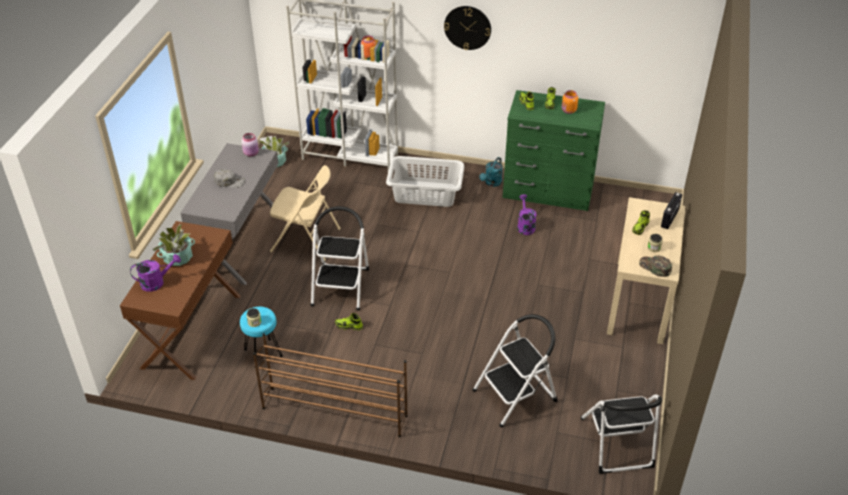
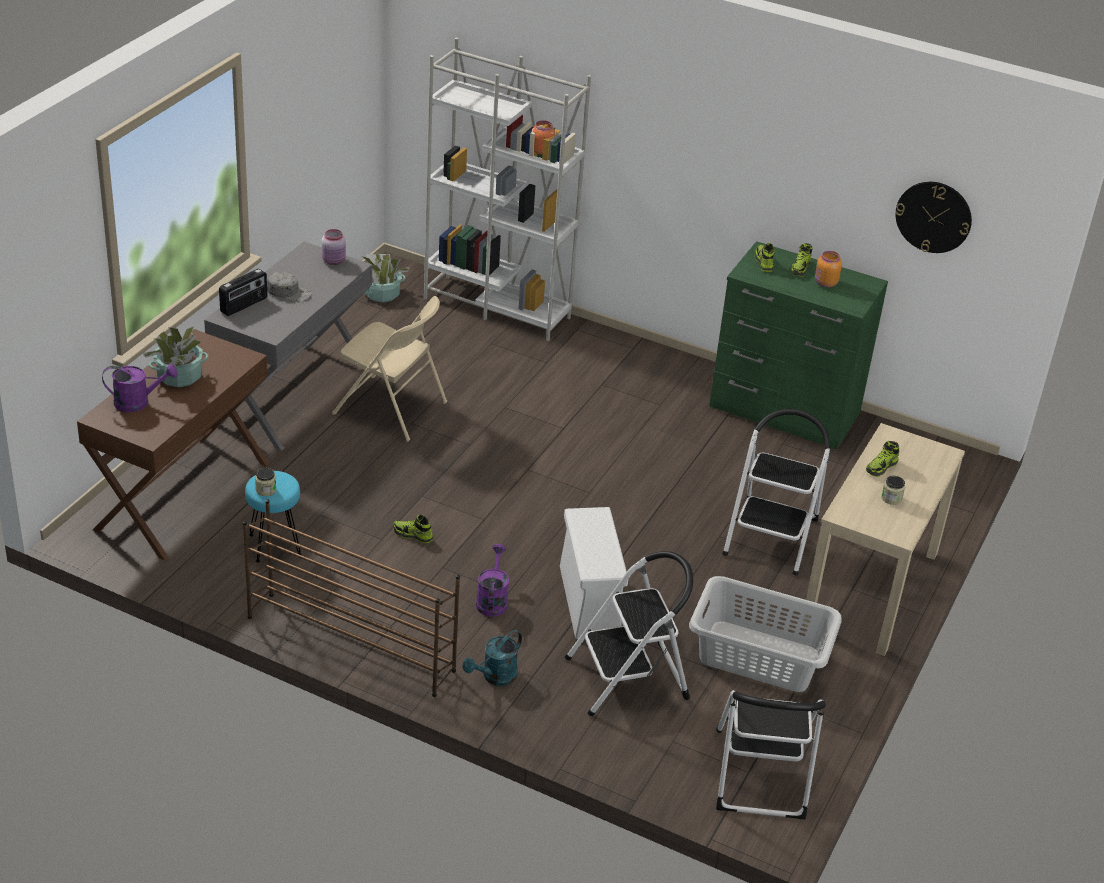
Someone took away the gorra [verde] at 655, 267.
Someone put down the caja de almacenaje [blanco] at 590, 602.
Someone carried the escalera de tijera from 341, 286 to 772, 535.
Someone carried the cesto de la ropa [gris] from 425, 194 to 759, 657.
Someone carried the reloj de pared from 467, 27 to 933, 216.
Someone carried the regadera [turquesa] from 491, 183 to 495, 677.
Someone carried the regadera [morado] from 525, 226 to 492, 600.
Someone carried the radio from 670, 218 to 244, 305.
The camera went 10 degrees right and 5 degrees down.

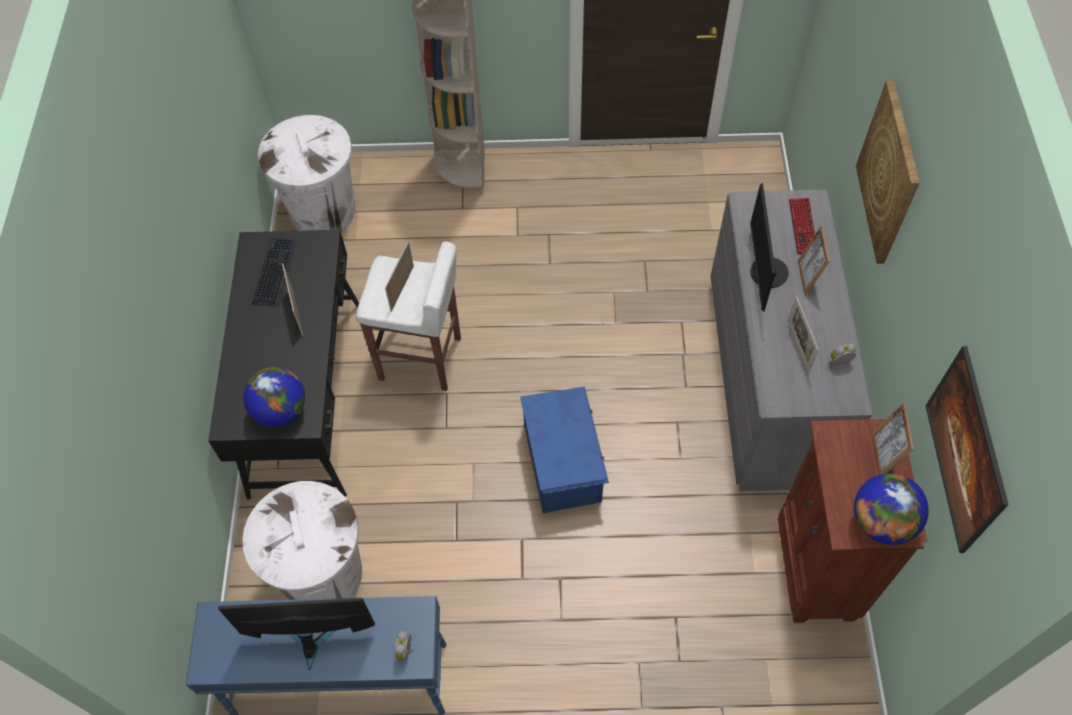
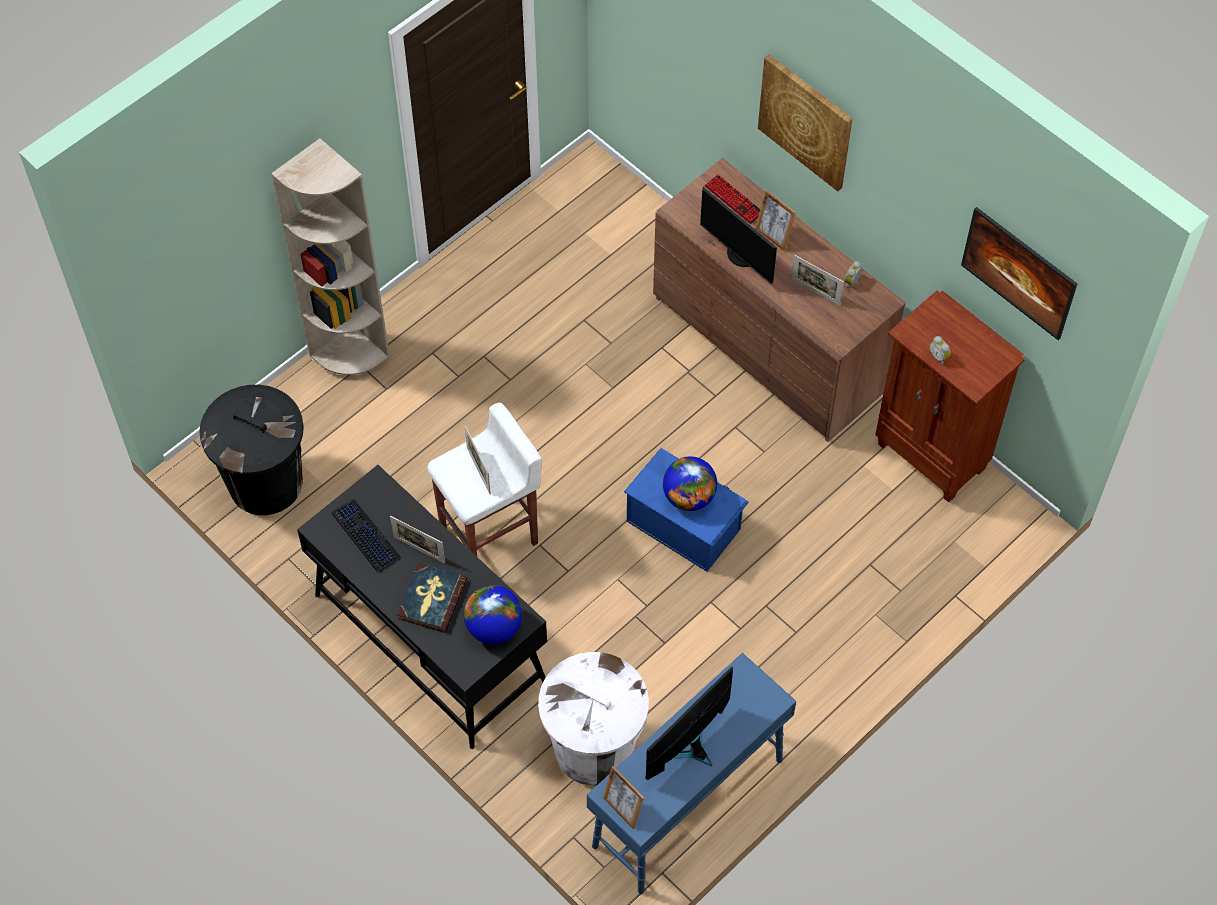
Someone put down the libro at 431, 599.
Someone carried the despertador from 406, 650 to 939, 356.
Someone carried the globo terráqueo from 881, 522 to 689, 497.
Someone carried the portarretratos from 883, 455 to 622, 809.
Someone repainted the papelera [blanco] at 323, 211, which became the papelera [negro] at 265, 482.
Someone repainted the cómoda [gris] at 767, 380, which became the cómoda [marrón] at 769, 344.
The camera went 45 degrees left and 0 degrees up.

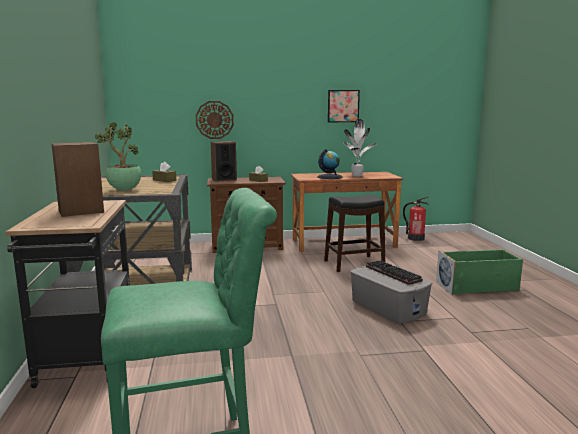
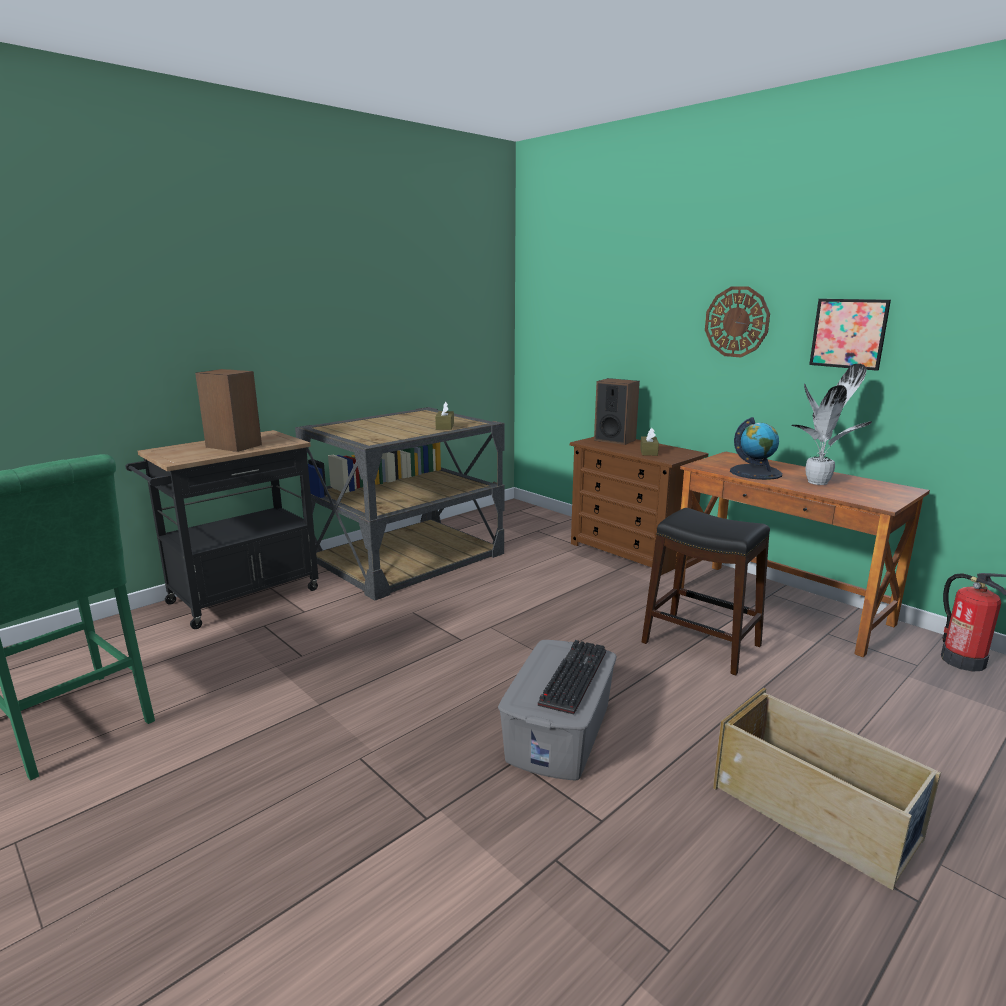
Someone took away the planta en maceta at 124, 190.
Someone carried the reloj de pared from 214, 120 to 737, 322.
Someone repainted the caja de almacenaje [verde] at 477, 286, which became the caja de almacenaje [beis] at 815, 813.
The camera went 55 degrees right and 5 degrees up.

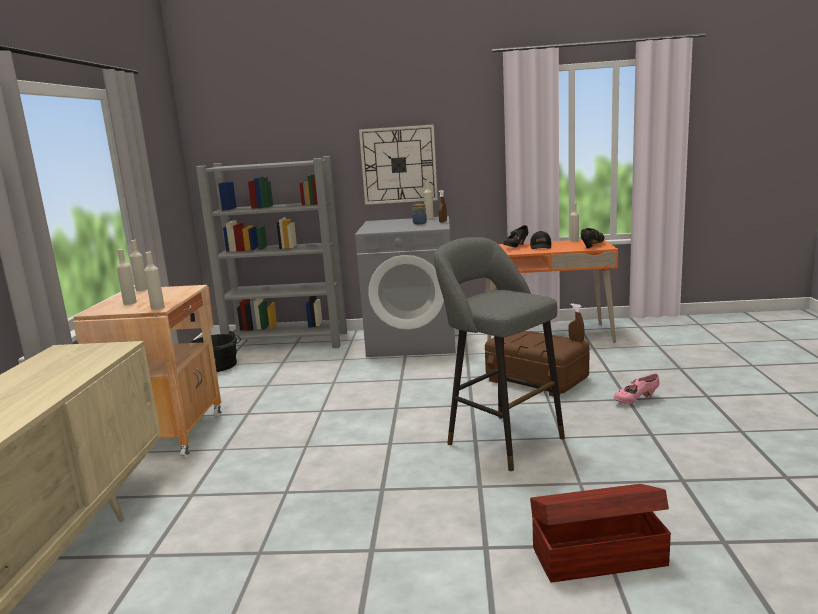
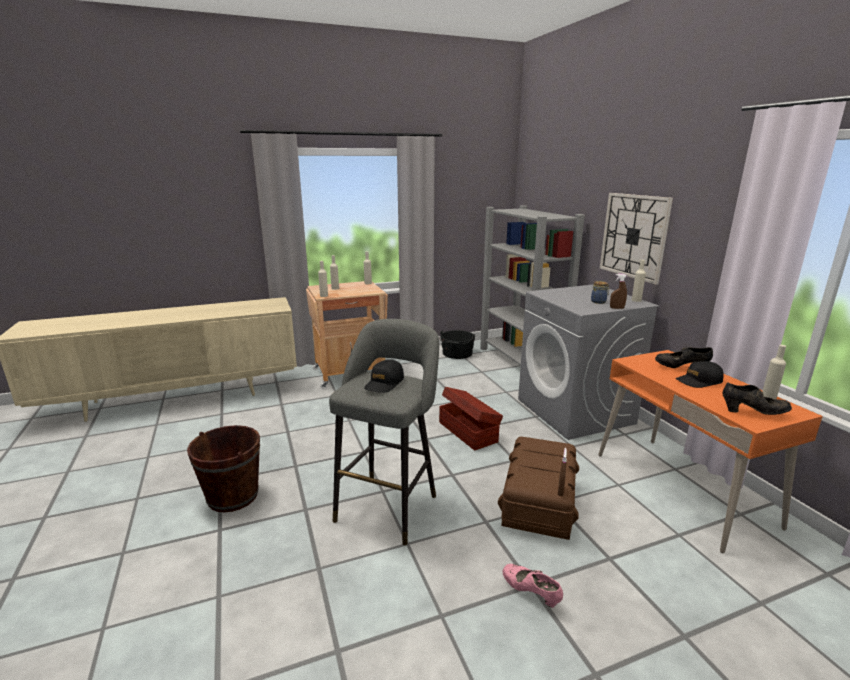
Someone put down the cubo [marrón] at 233, 496.
Someone put down the gorra [negro] at 384, 383.
Someone carried the caja de almacenaje [marrón] from 596, 555 to 468, 431.
The camera went 65 degrees right and 5 degrees up.

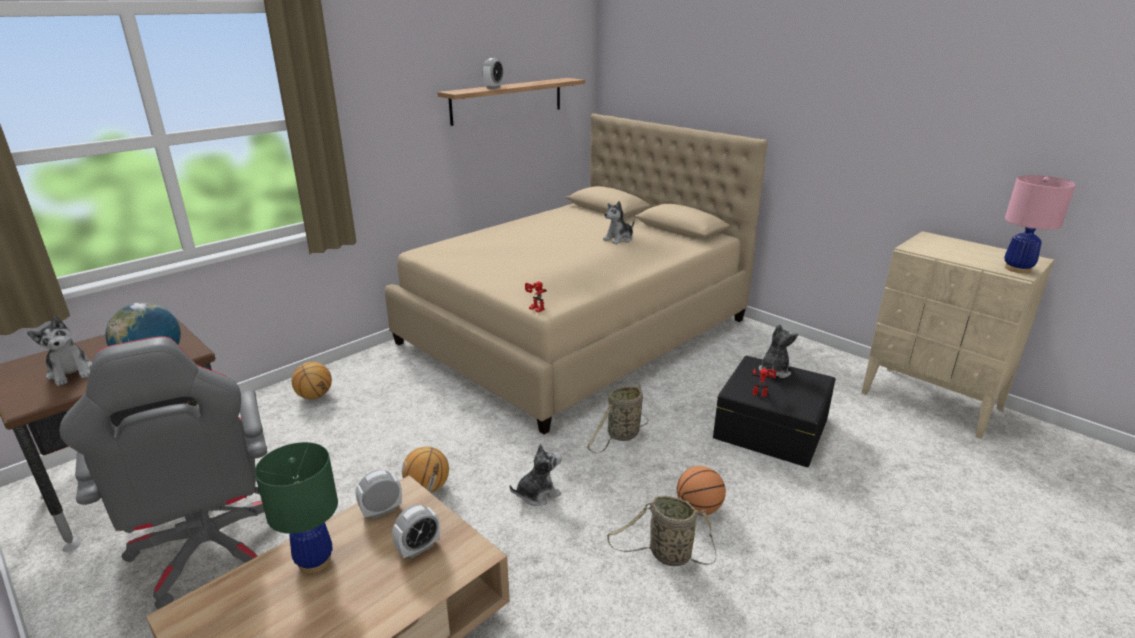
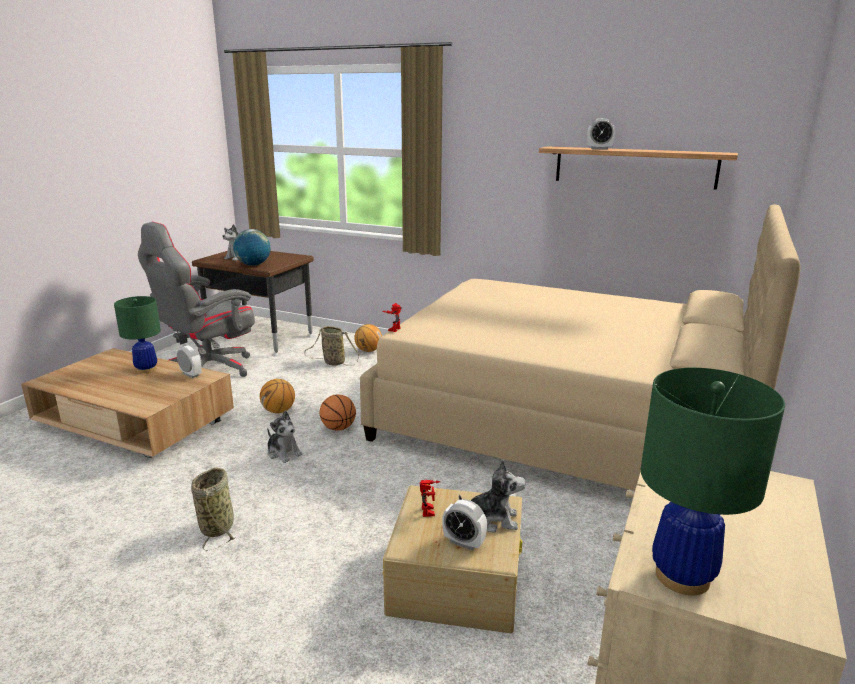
Someone took away the peluche at 619, 239.
Someone carried the despertador from 418, 548 to 464, 542.
Someone carried the cesta from 621, 436 to 332, 362.
Someone carried the balón de baloncesto from 698, 509 to 338, 428.
Someone repainted the caja de almacenaje [negro] at 770, 427, which became the caja de almacenaje [beis] at 456, 578.
Someone repainted the lámpara de mesa [rosa] at 1017, 269, which became the lámpara de mesa [verde] at 682, 576.
The camera went 70 degrees right and 5 degrees down.

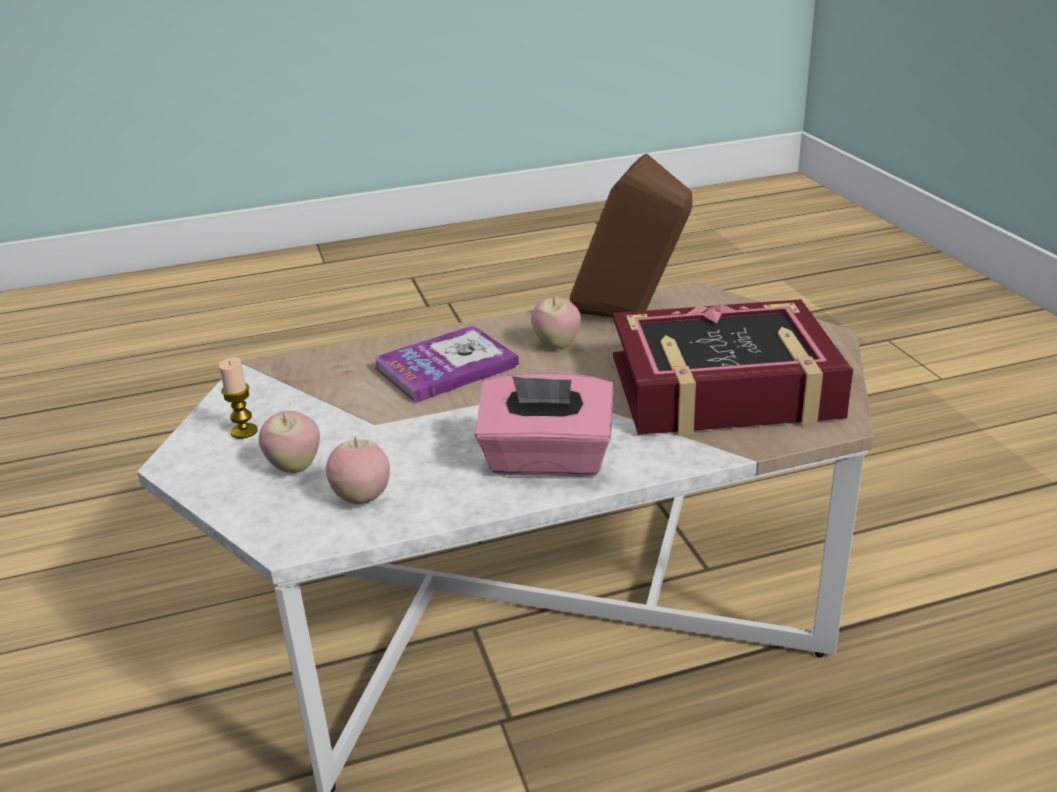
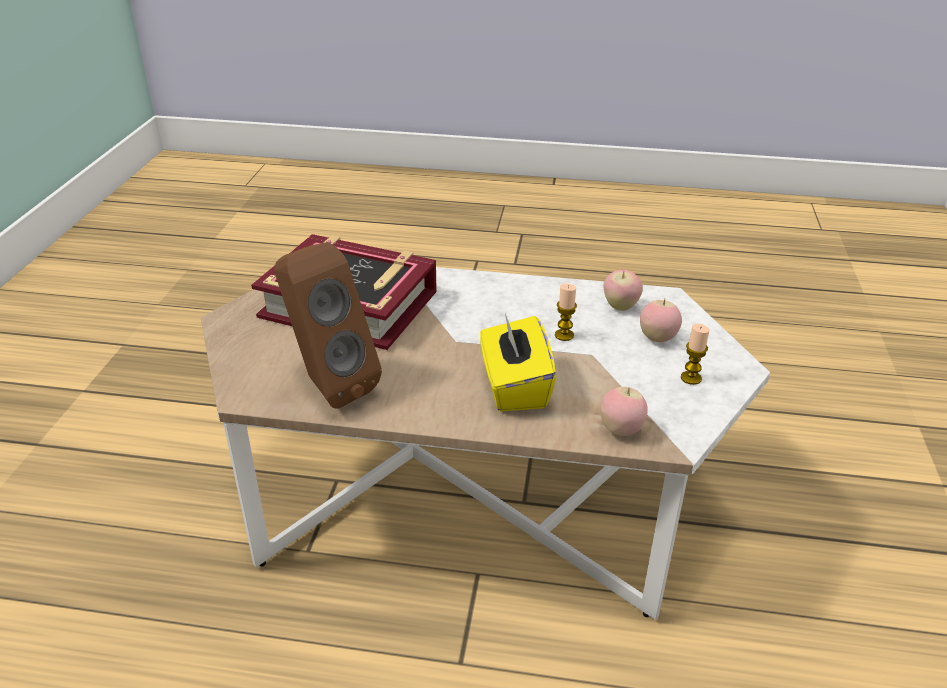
Someone took away the caja de pañuelos [rosa] at 546, 460.
Someone put down the vela at 564, 335.
Someone carried the manzana from 556, 345 to 621, 430.
Someone swapped the libro at 446, 367 for the caja de pañuelos [amarillo] at 514, 387.
The camera went 155 degrees left and 5 degrees up.

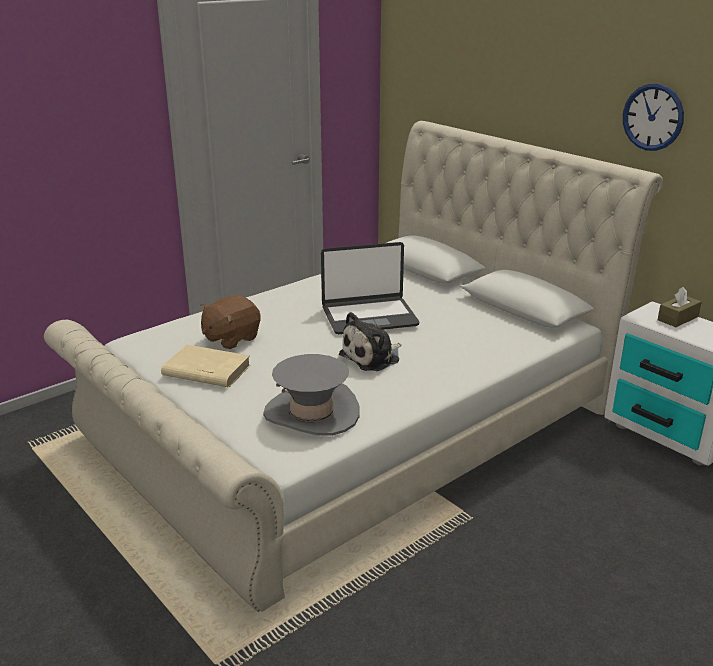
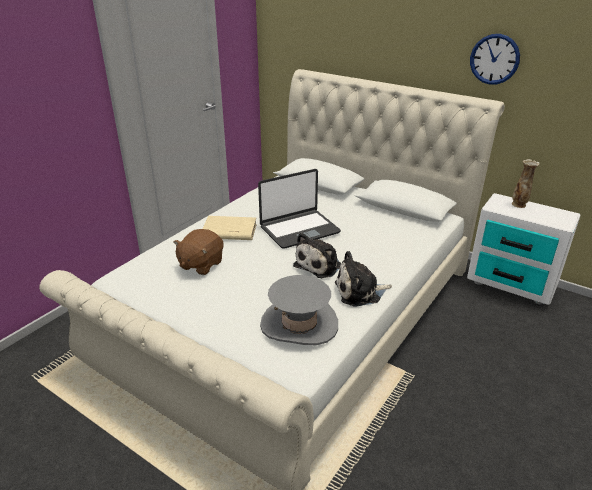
Someone put down the peluche at 360, 292.
Someone carried the libro [beis] from 206, 371 to 229, 231.
Someone swapped the caja de pañuelos [marrón] at 677, 318 for the florero at 519, 205.
The camera went 15 degrees left and 5 degrees up.

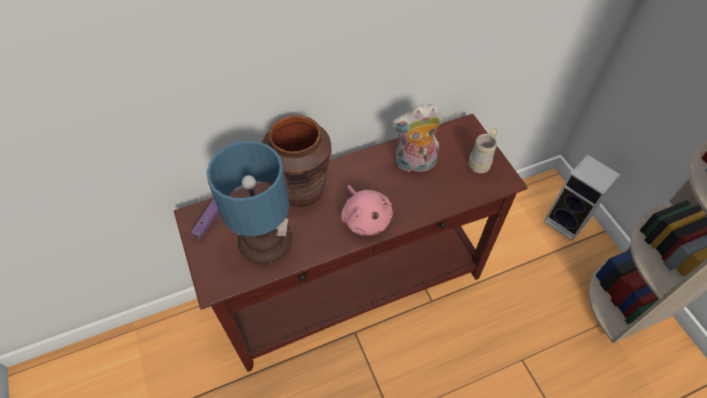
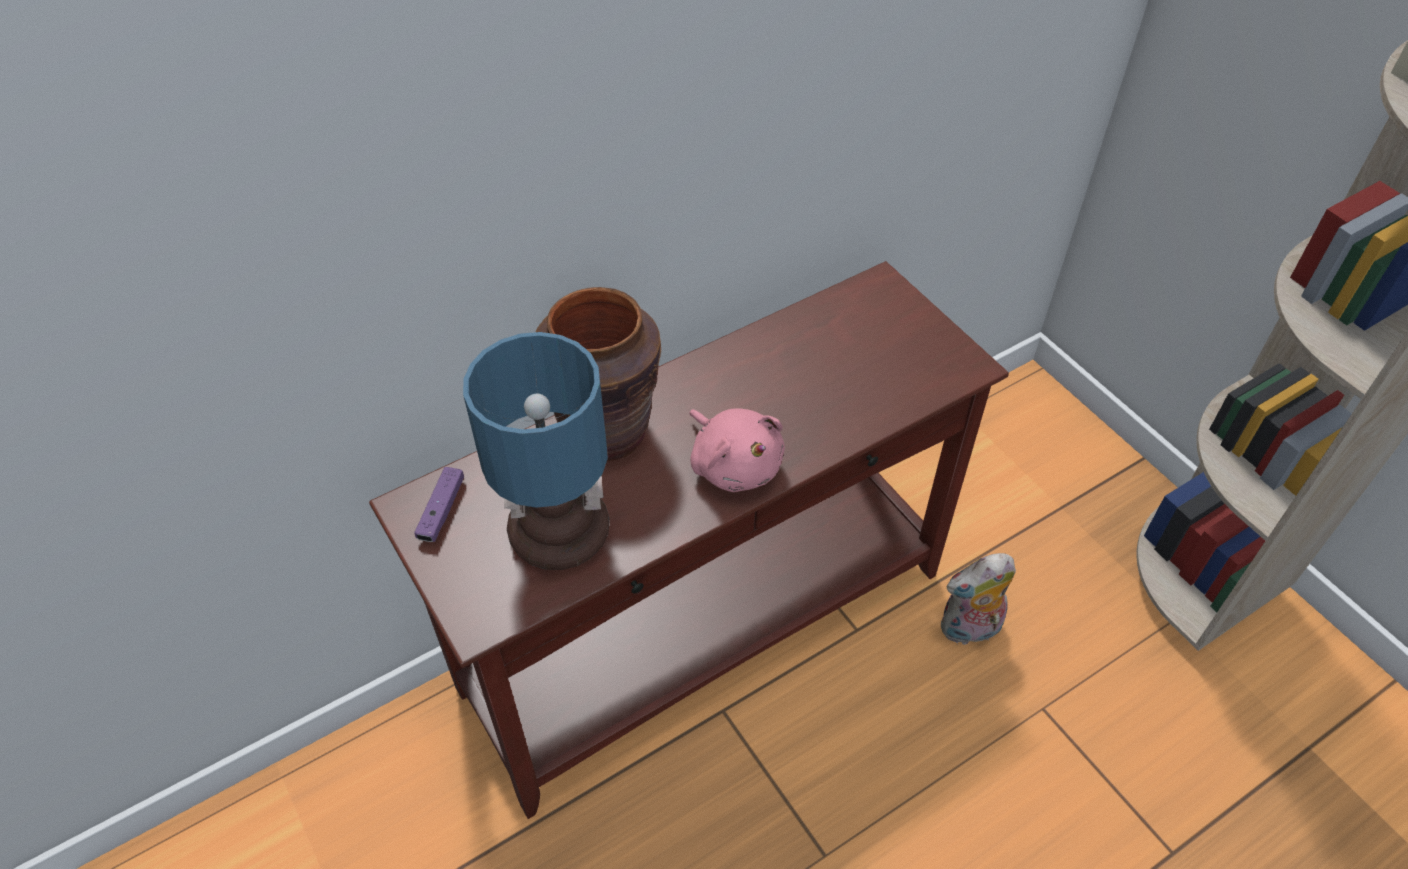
Someone took away the taza grande [beis] at 481, 162.
Someone took away the altavoz at 567, 222.
Someone carried the peluche from 414, 164 to 969, 630.
The camera went 10 degrees left and 5 degrees down.

